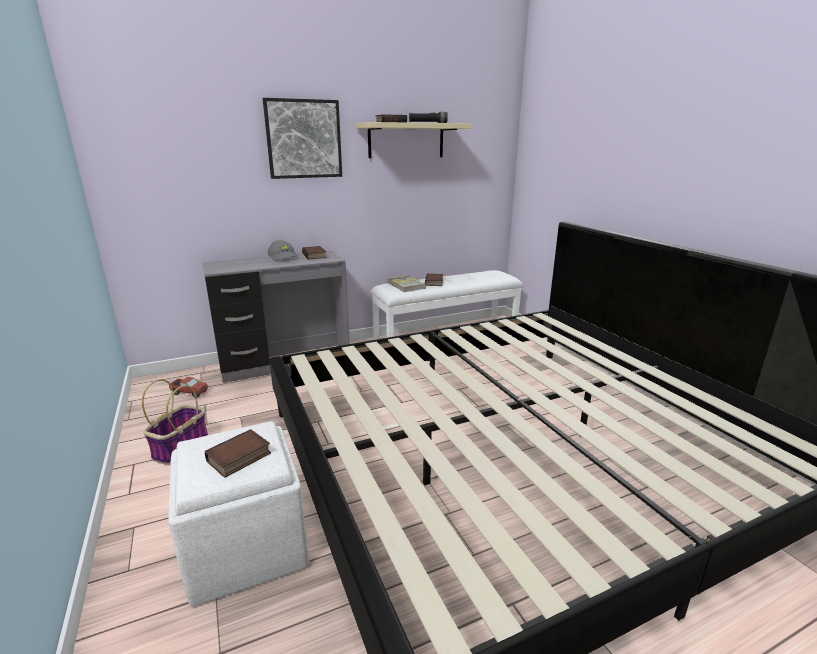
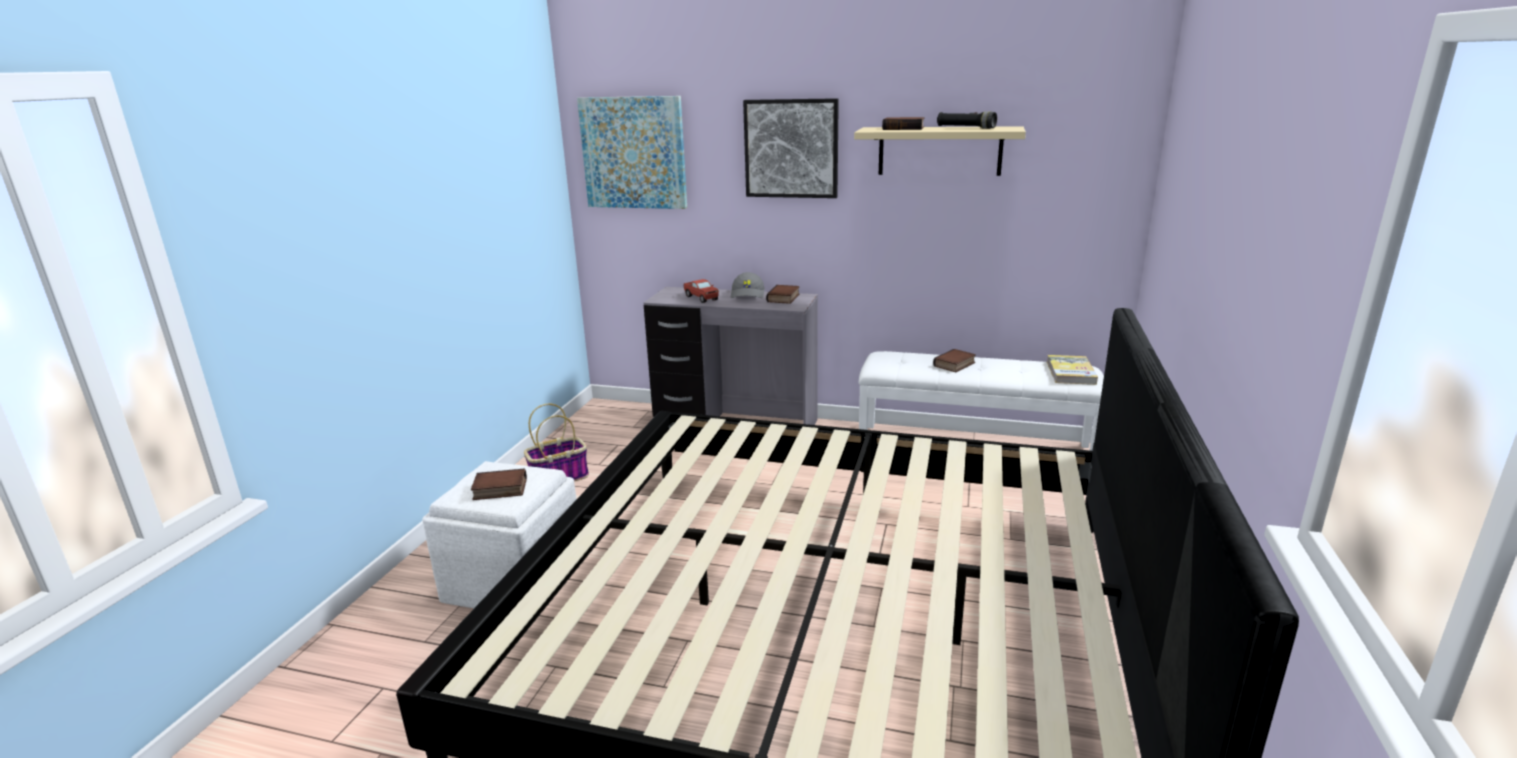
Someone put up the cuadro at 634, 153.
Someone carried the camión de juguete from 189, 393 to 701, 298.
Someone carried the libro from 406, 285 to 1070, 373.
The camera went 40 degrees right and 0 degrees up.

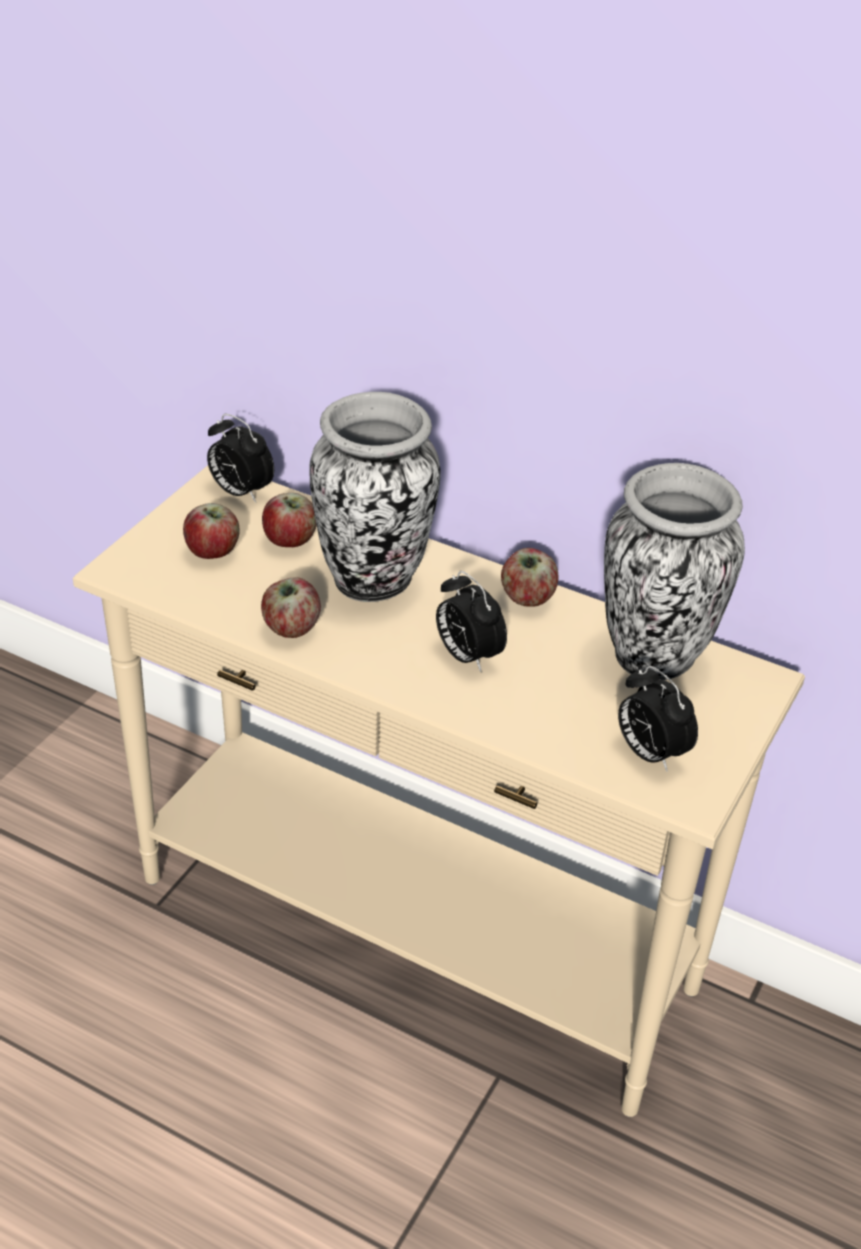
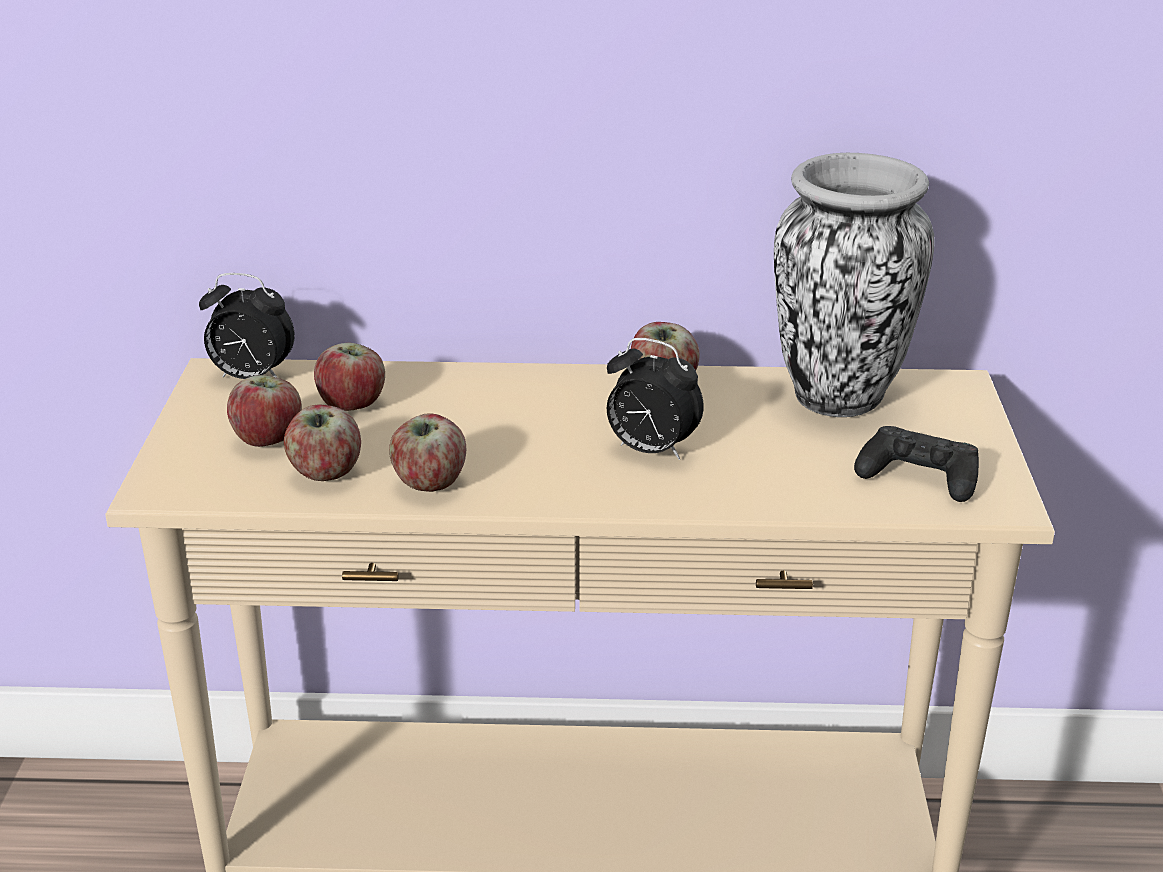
Someone took away the florero at 373, 582.
Someone put down the manzana at 325, 473.
Someone swapped the despertador at 649, 753 for the mando de consola [negro] at 919, 476.
The camera went 25 degrees left and 10 degrees down.

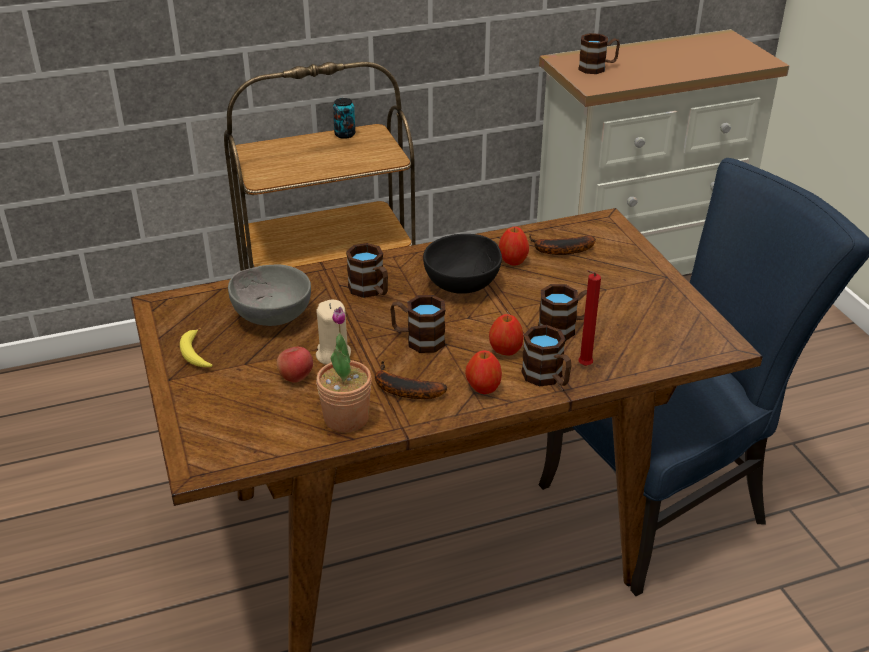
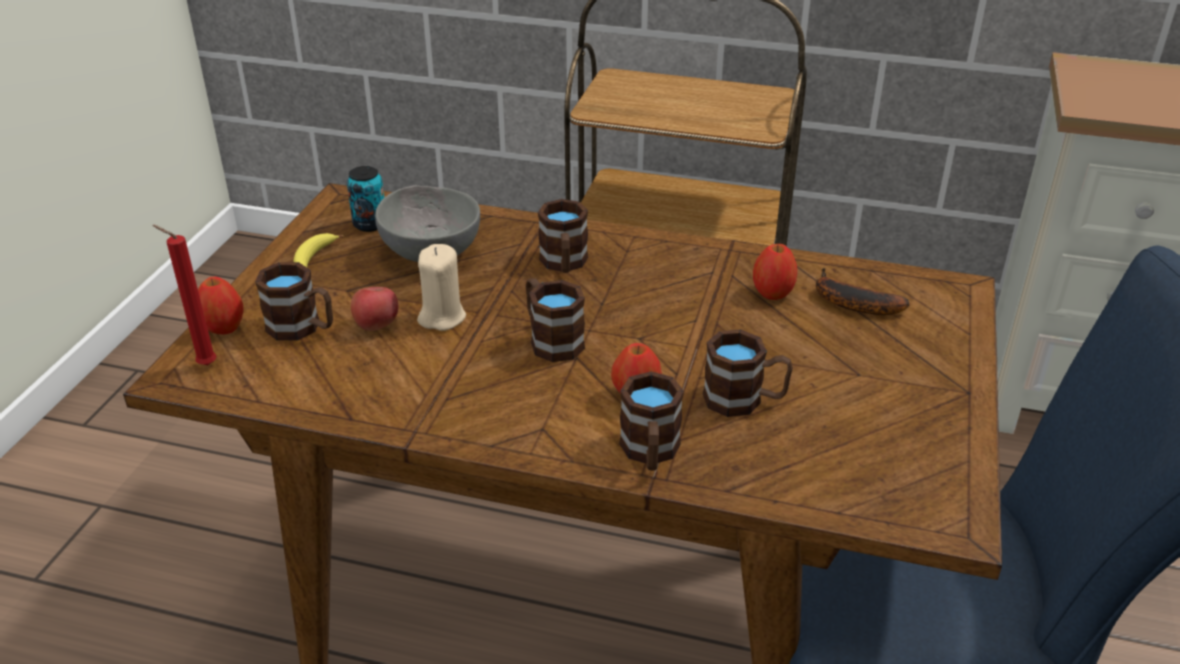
Someone took away the planta en maceta at 346, 418.
Someone took away the plátano at 402, 389.
Someone took away the cuenco [negro] at 464, 284.
Someone carried the lata from 345, 134 to 370, 224.
Someone carried the manzana from 483, 388 to 223, 327.
Someone carried the taza grande [marrón] from 597, 68 to 302, 328.
Someone carried the vela [rojo] from 583, 366 to 204, 365.
The camera went 35 degrees right and 0 degrees up.

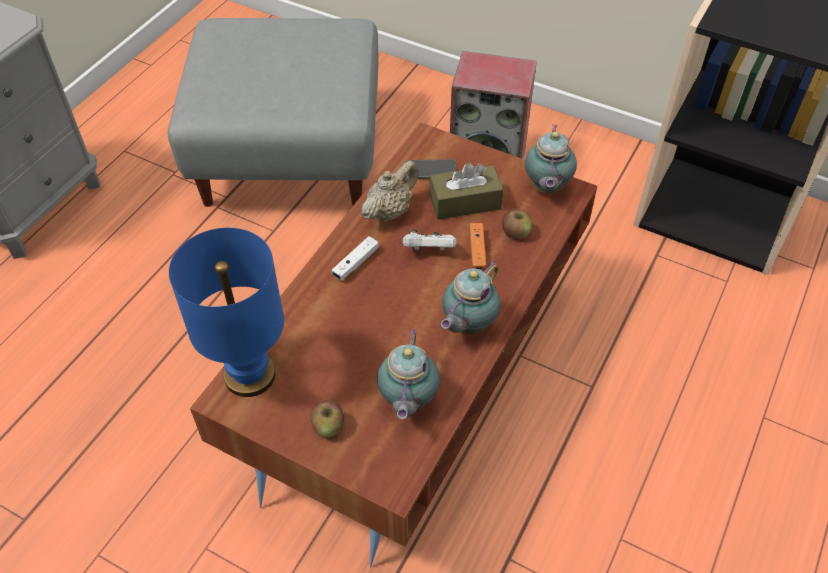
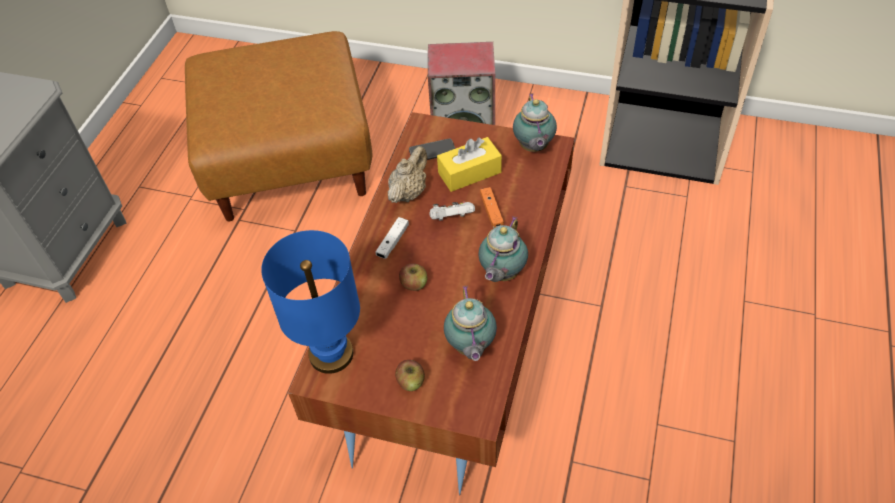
Someone carried the manzana from 516, 232 to 414, 284.
Someone repainted the puf [gris] at 291, 153, which became the puf [marrón] at 291, 160.
Someone repainted the caja de pañuelos [marrón] at 465, 202, which became the caja de pañuelos [amarillo] at 469, 172.
The camera went 10 degrees left and 0 degrees up.

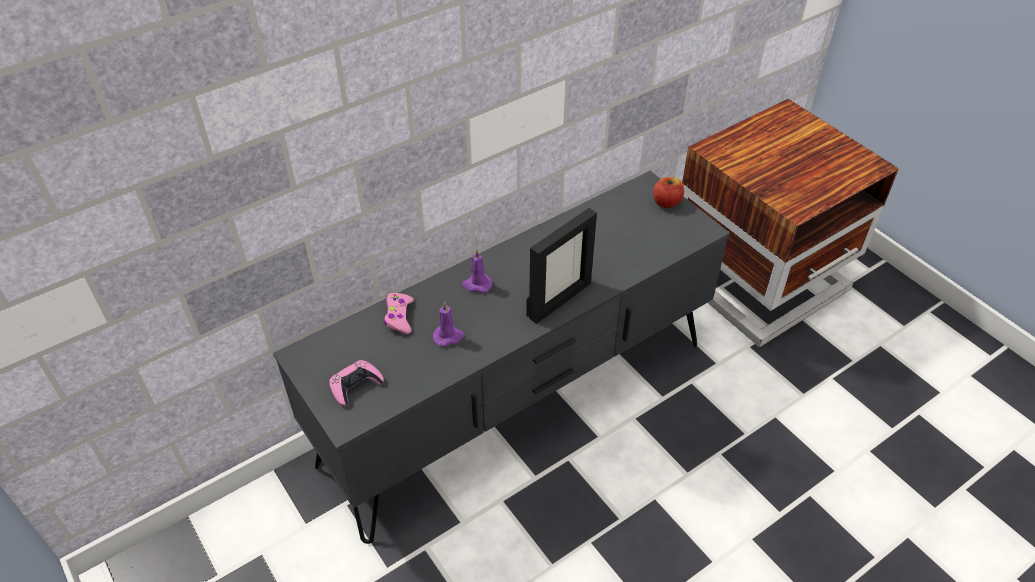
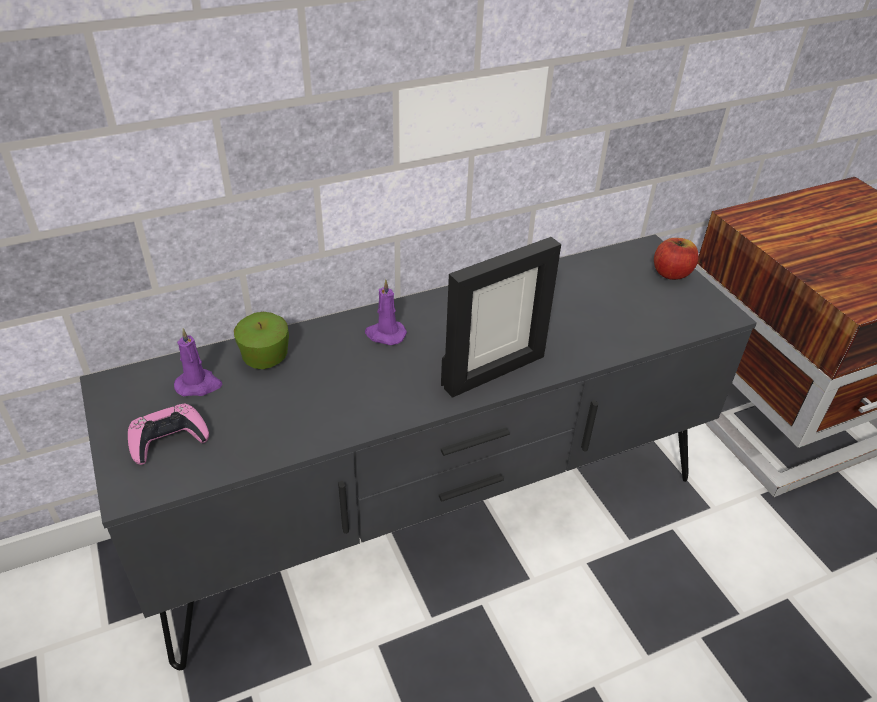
Someone carried the vela [morado] from 449, 336 to 199, 385.
Someone swapped the mando de consola [rosa] at 399, 317 for the manzana at 265, 358.
The camera went 10 degrees right and 5 degrees down.

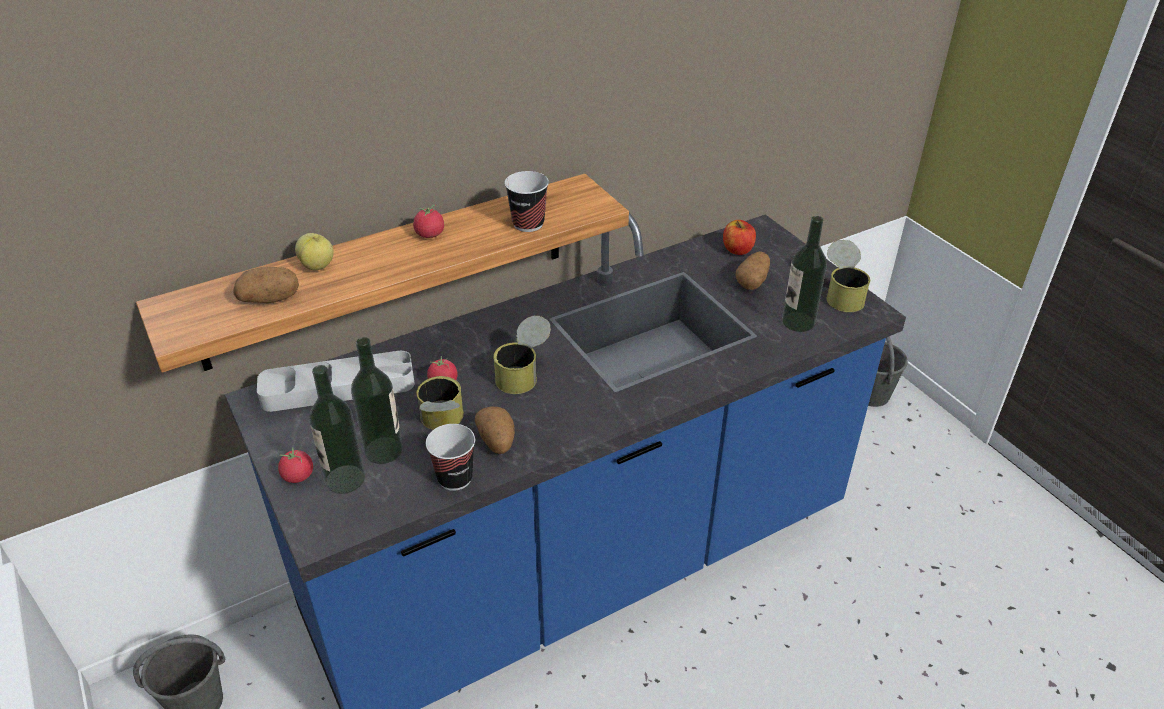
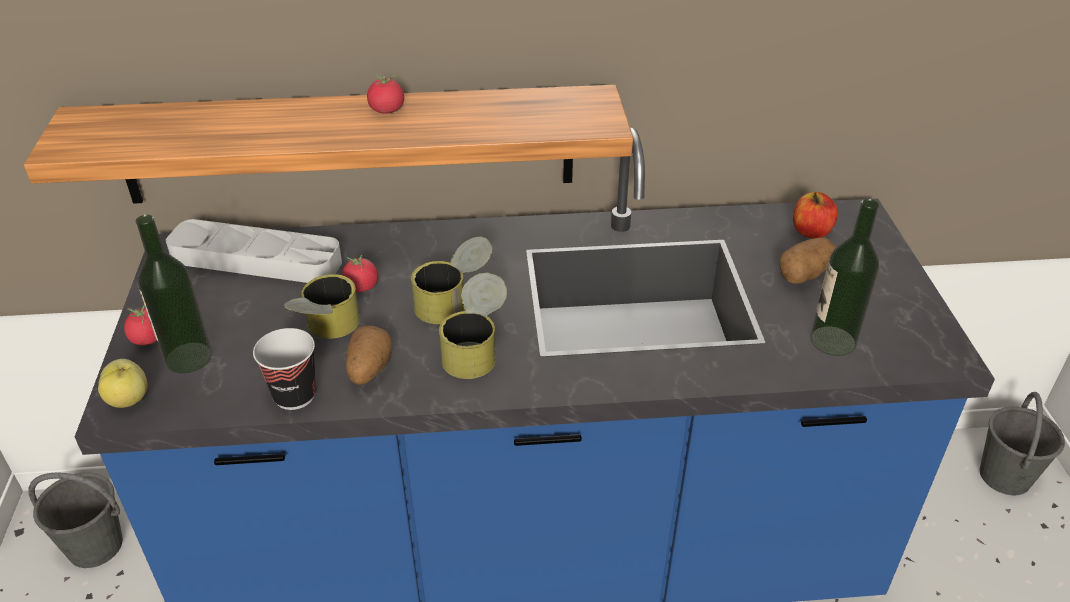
Someone took away the patata at 270, 299.
Someone took away the botella at 383, 450.
Someone took away the taza at 528, 224.
Someone carried the manzana from 317, 266 to 129, 399.
Someone carried the lata from 842, 294 to 476, 349.
The camera went 25 degrees right and 0 degrees up.

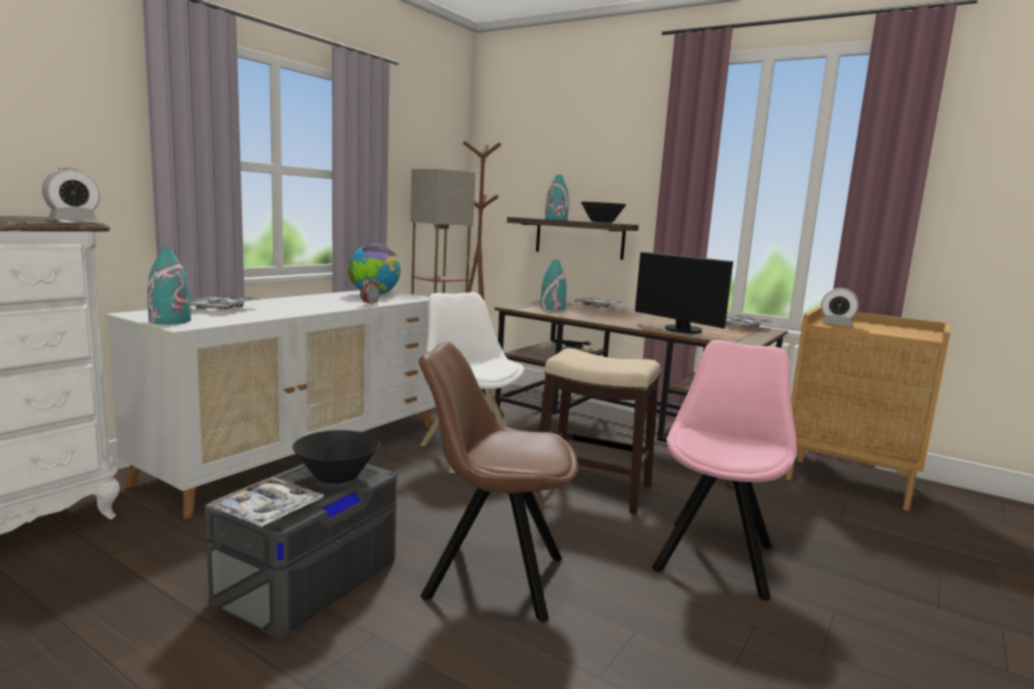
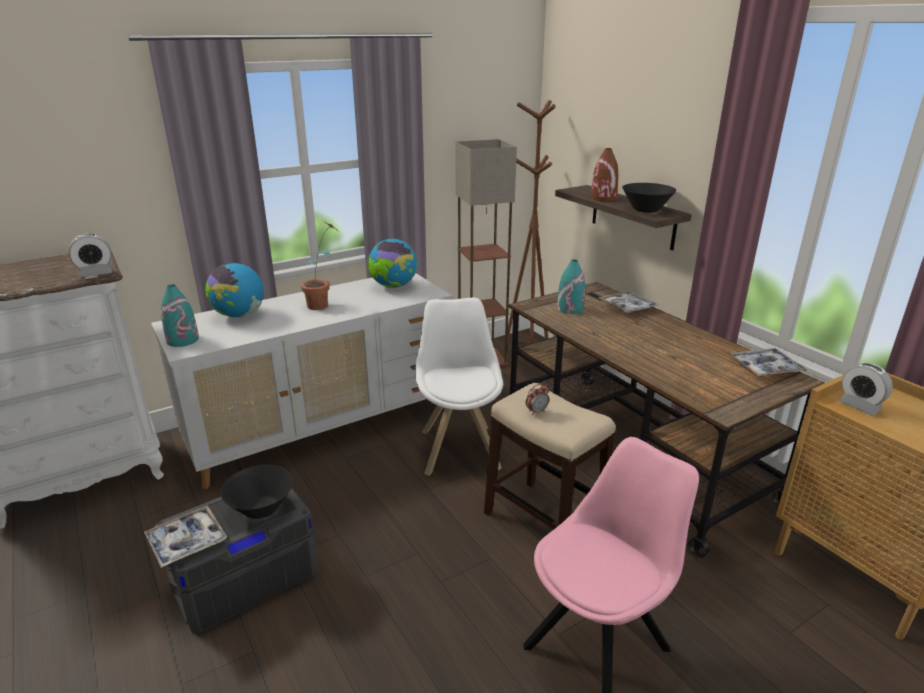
Someone took away the silla [marrón] at 493, 578.
Someone took away the monitor at 680, 330.
Someone put down the planta en maceta at 324, 304.
Someone carried the despertador from 370, 304 to 536, 412.
Someone swapped the bandeja at 221, 308 for the globo terráqueo at 239, 315.
Someone repainted the florero [turquesa] at 556, 219, which became the florero [marrón] at 603, 198.
The camera went 25 degrees right and 15 degrees up.

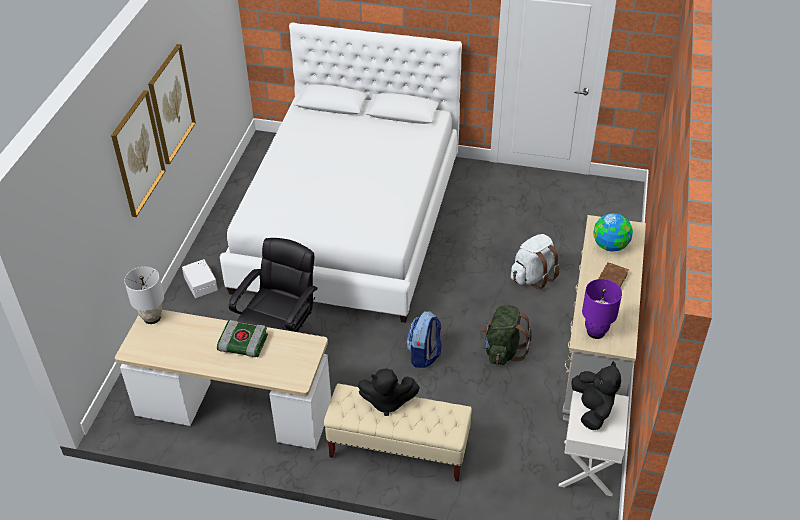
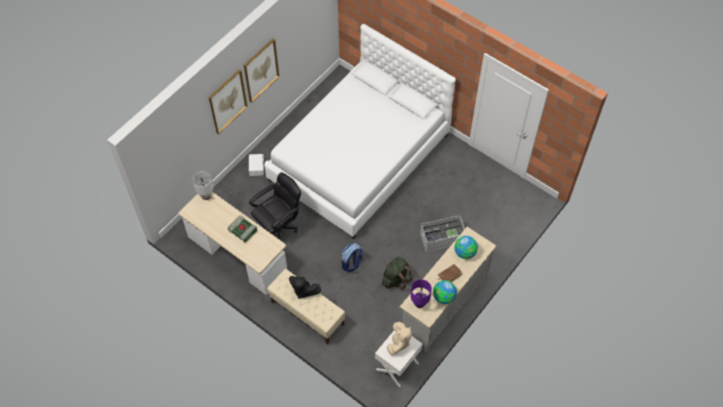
Someone put down the globo terráqueo at 444, 297.
Someone swapped the mochila [blanco] at 533, 276 for the caja de almacenaje [gris] at 442, 238.
Someone repainted the peluche [negro] at 592, 410, which became the peluche [beis] at 398, 342.
The camera went 25 degrees right and 15 degrees up.

